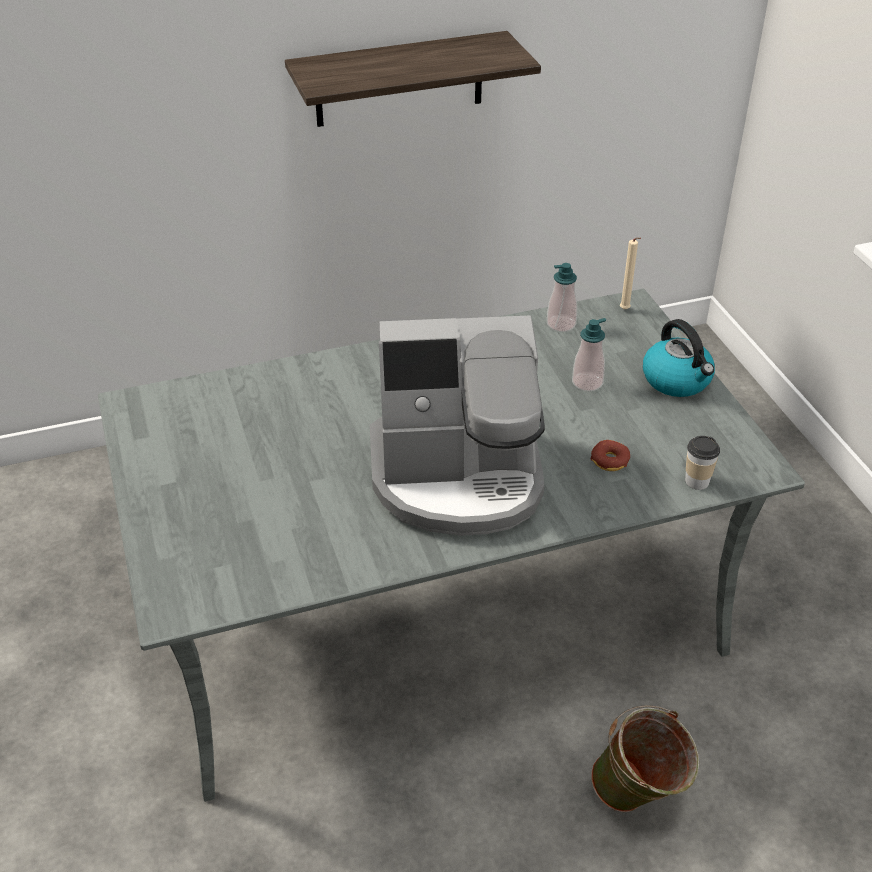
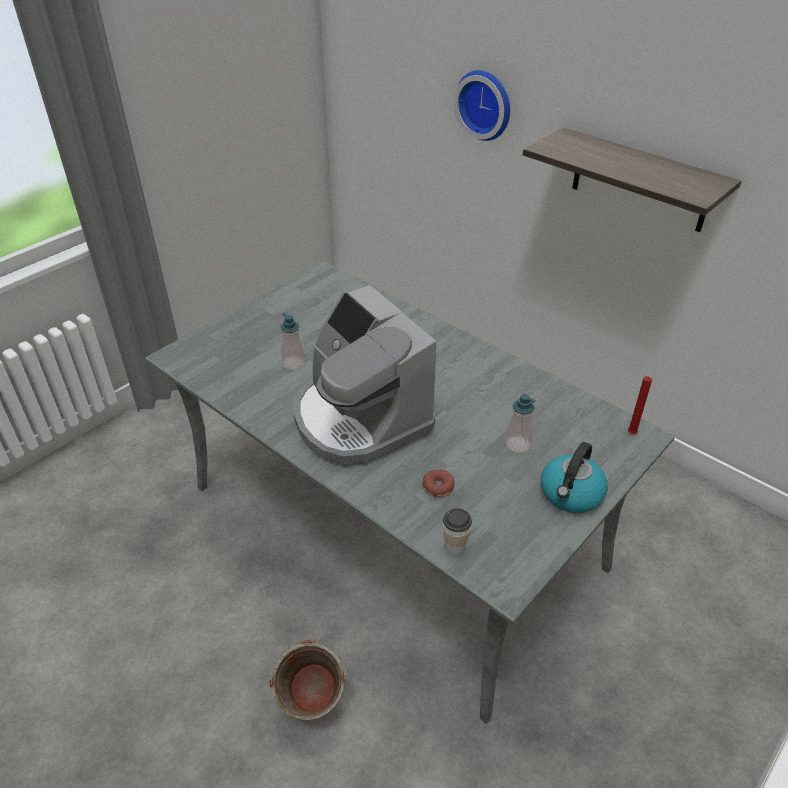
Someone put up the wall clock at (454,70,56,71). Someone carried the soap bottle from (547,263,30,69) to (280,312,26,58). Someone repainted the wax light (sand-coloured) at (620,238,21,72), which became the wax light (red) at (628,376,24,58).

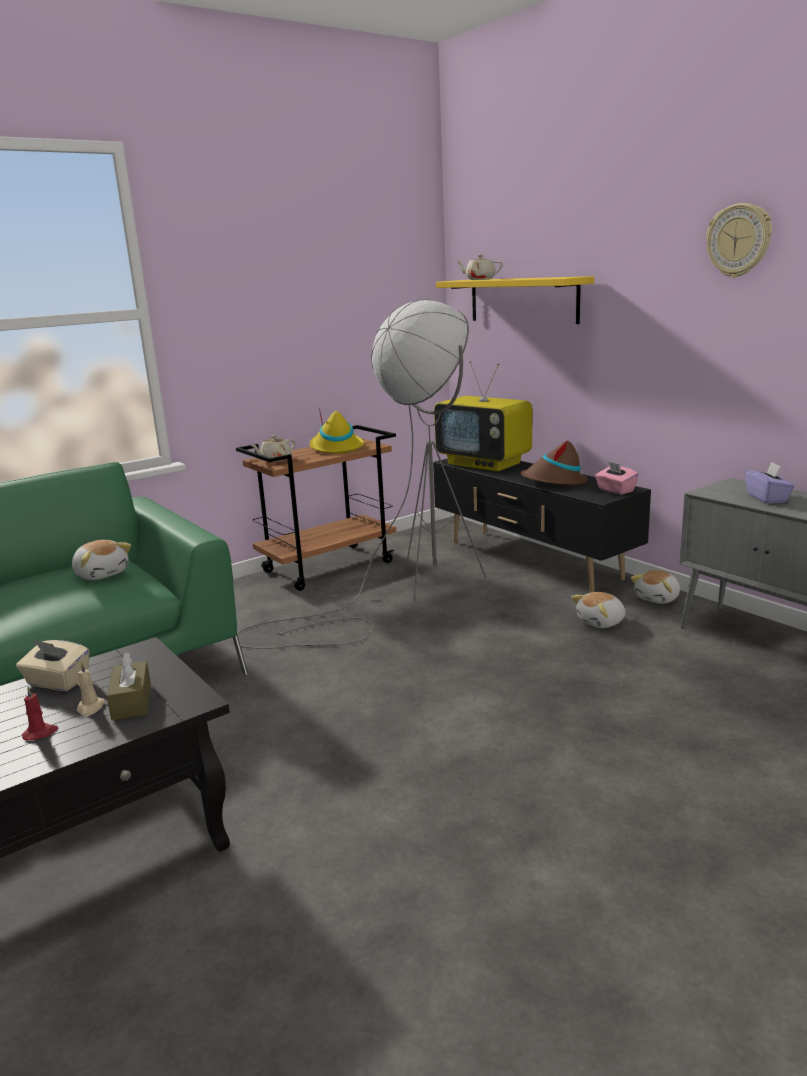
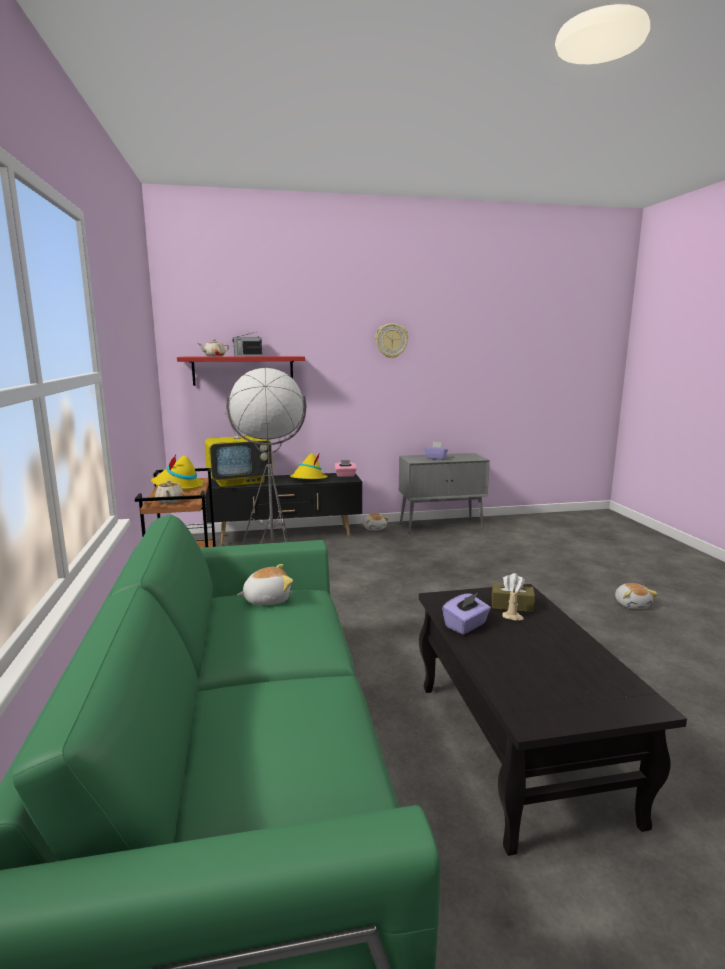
Someone took away the wax light (red) at (22,686,36,55). Someone put down the radio at (232,332,30,24). Someone carried the soft toy from (572,592,54,36) to (615,583,43,26). Someone repainted the box of tissues (sand-coloured) at (16,640,73,51), which became the box of tissues (purple-coloured) at (442,593,49,42). Someone repainted the shelf (yellow-coloured) at (436,276,158,48), which became the shelf (red) at (177,356,128,30). Someone repainted the wearable hat (brown) at (521,439,67,46), which became the wearable hat (yellow-coloured) at (290,452,38,27).

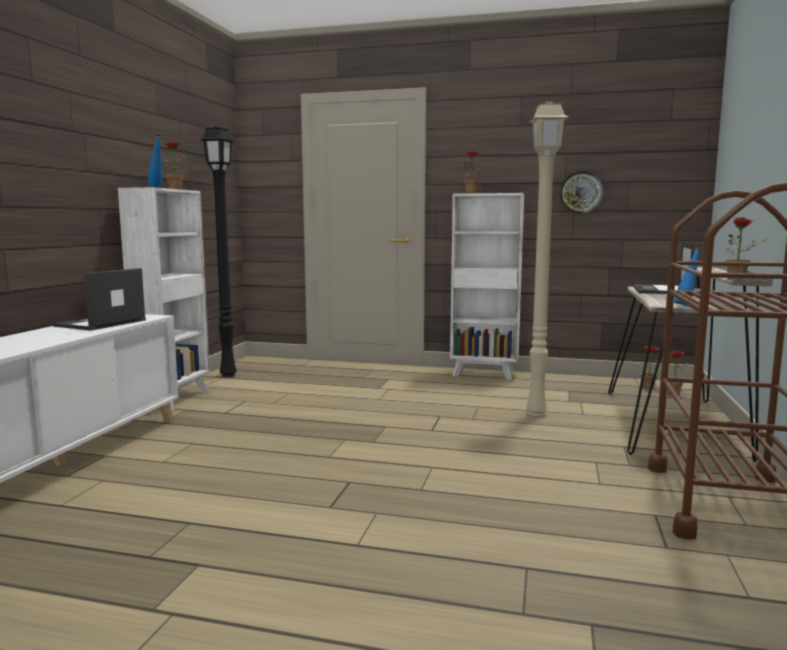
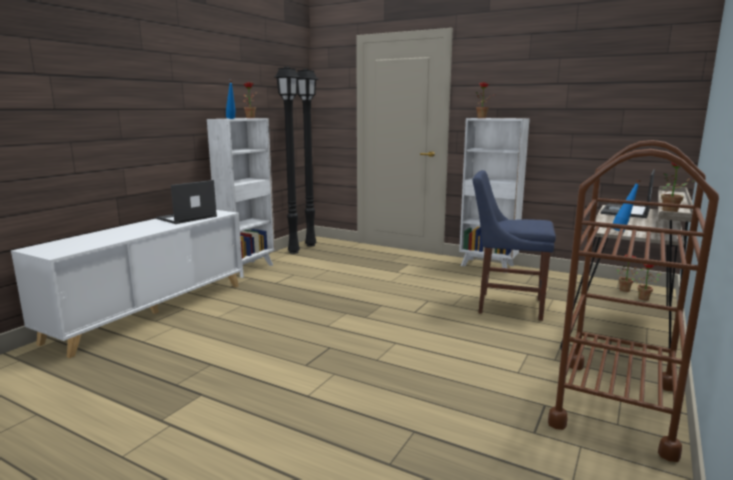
Someone took away the wall clock at (559,171,44,43). Someone put down the floor lamp (black-coloured) at (297,69,21,178). Someone swapped the floor lamp (sand-coloured) at (526,102,42,314) for the upright chair (bluish) at (473,170,83,151).

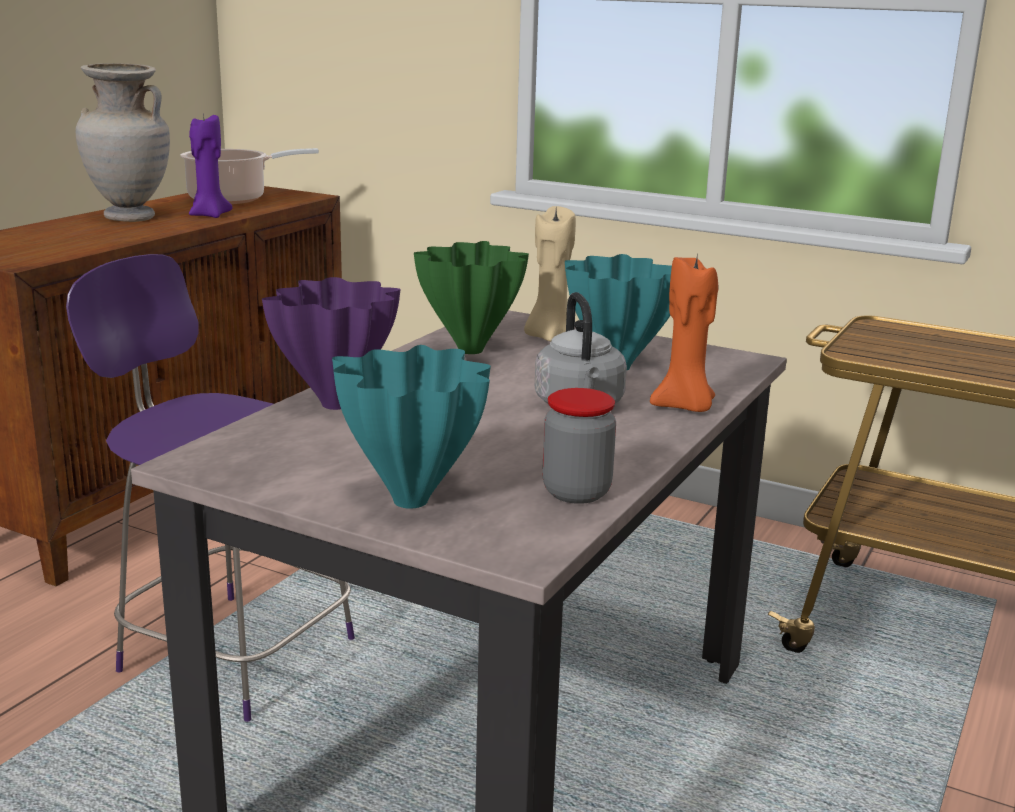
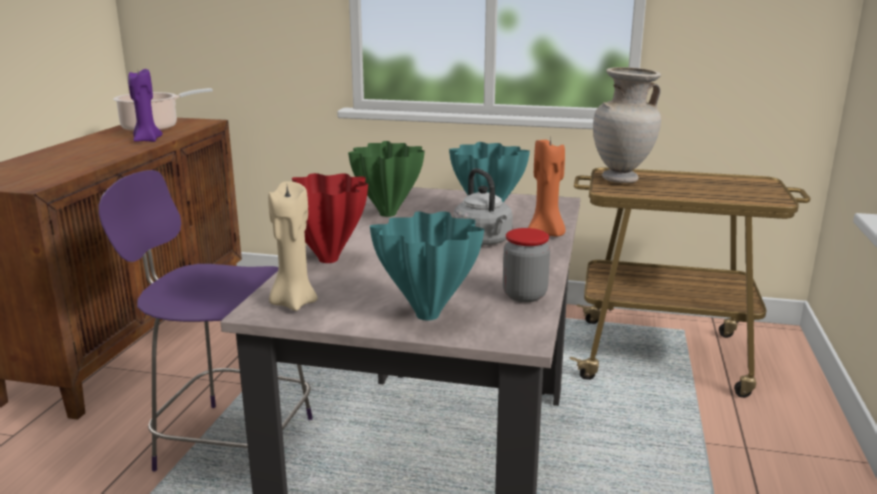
Someone carried the vase (sand-coloured) from (75,63,95,159) to (593,67,68,116). Someone carried the wax light (sand-coloured) from (524,206,52,136) to (268,181,50,130). Someone repainted the vase (purple-coloured) at (262,277,139,133), which became the vase (red) at (292,173,76,90).

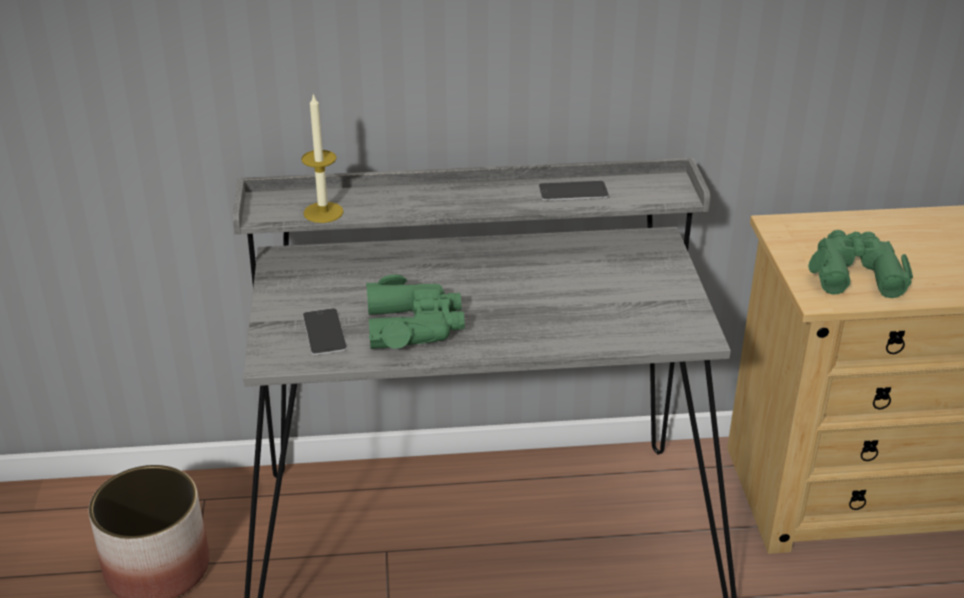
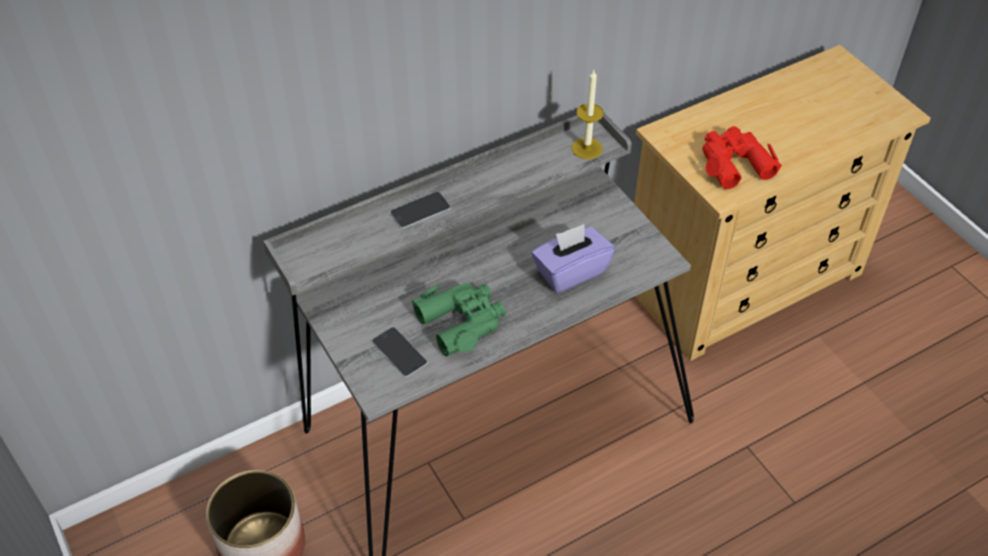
Someone put down the box of tissues (purple-coloured) at (531,224,84,69). Someone carried the wax light from (301,93,43,130) to (572,70,32,89). Someone carried the phone from (538,181,71,20) to (390,192,61,36). Someone repainted the binoculars (green) at (808,230,105,68), which became the binoculars (red) at (702,126,80,63).

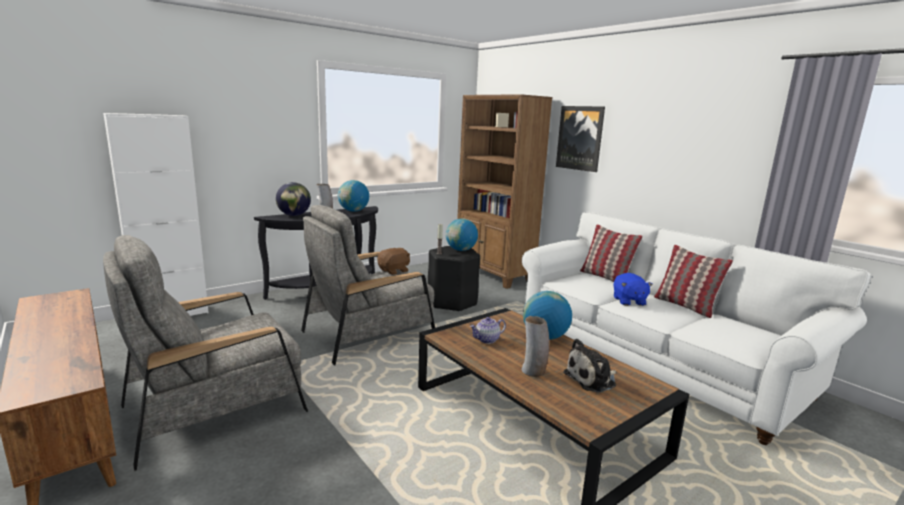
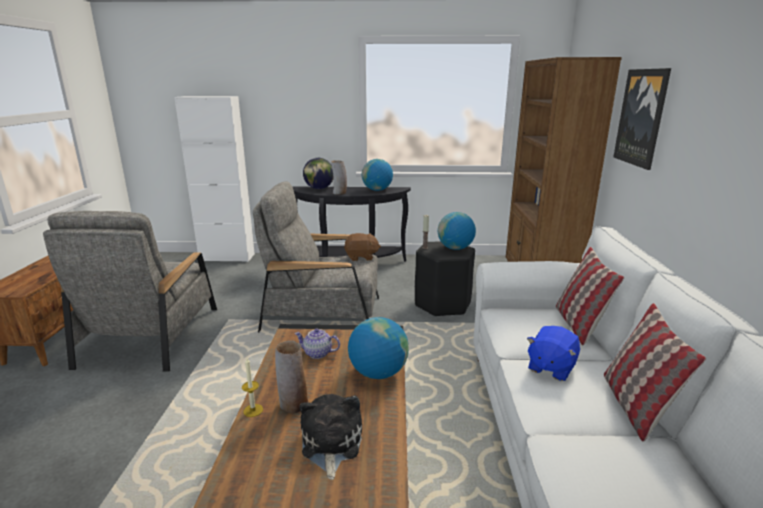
Someone put down the wax light at (242,358,21,59). Someone rotated the easy chair (greyish) at (103,235,205,236) by 90 degrees counterclockwise. Someone rotated the soft toy at (563,339,54,54) by 75 degrees clockwise.

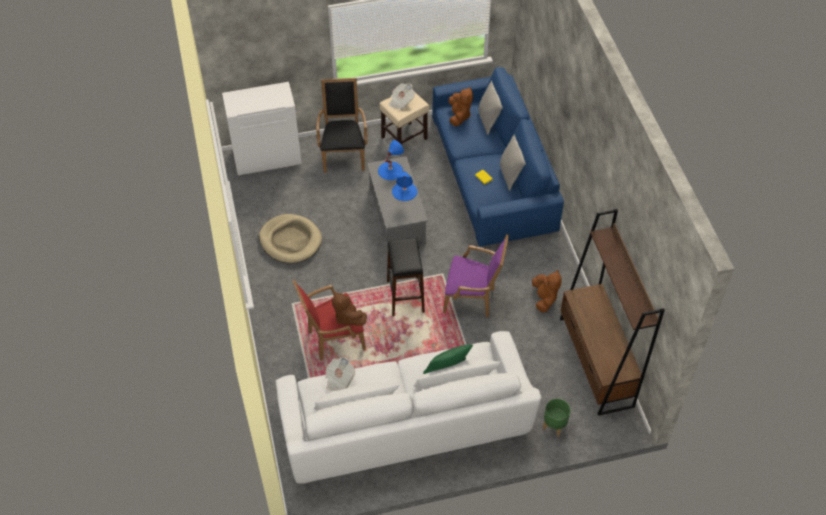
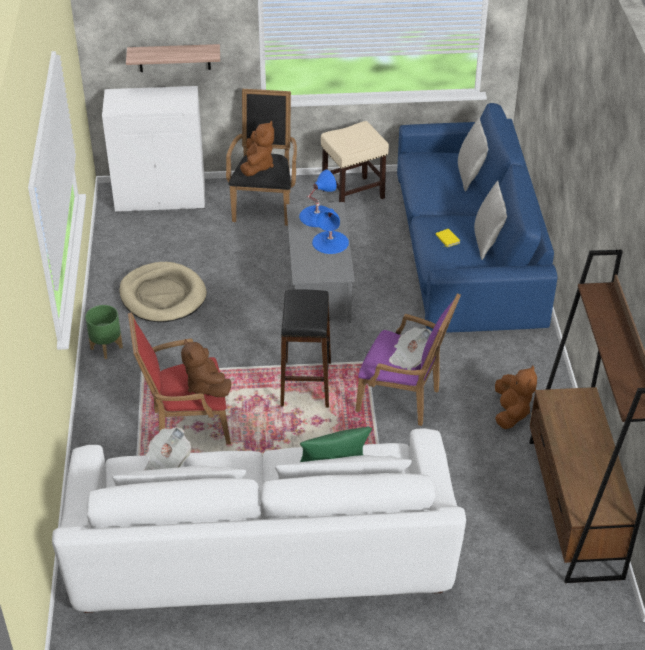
Someone put up the shelf at (126,44,94,28). Someone carried the daily paper from (388,83,27,27) to (389,327,43,43). Someone carried the soft toy (brown) from (449,87,24,39) to (240,120,34,57). Someone carried the planter (green) from (543,399,27,38) to (85,305,38,54).

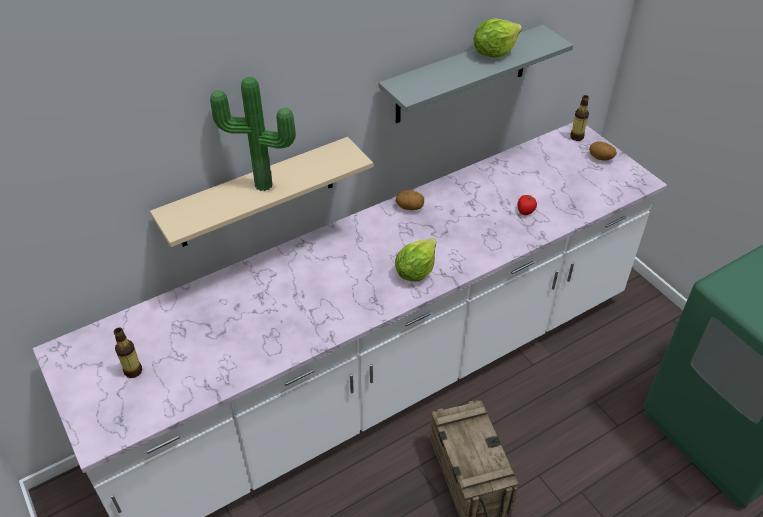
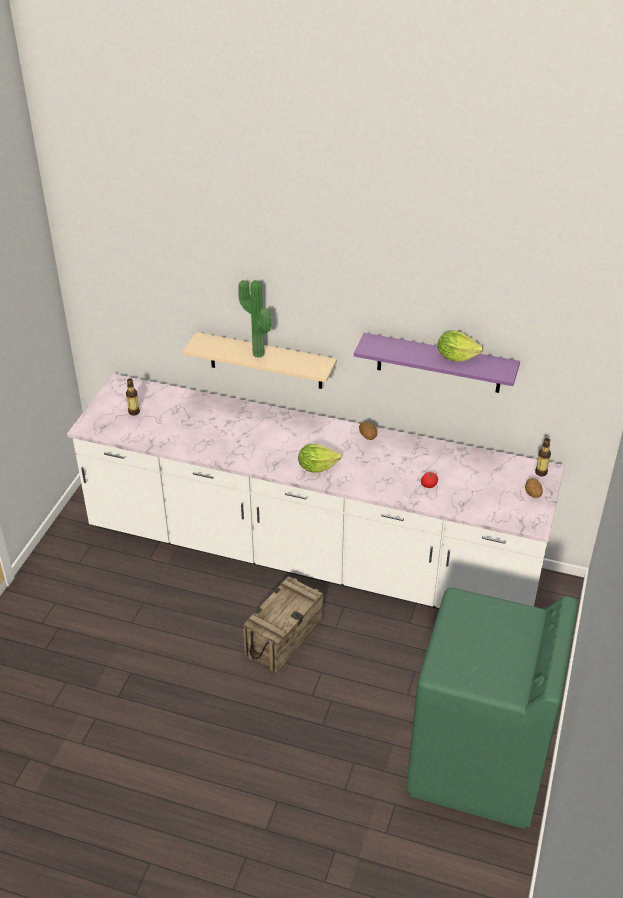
Someone repainted the shelf (greyish) at (378,25,195,98), which became the shelf (purple-coloured) at (354,333,166,60).

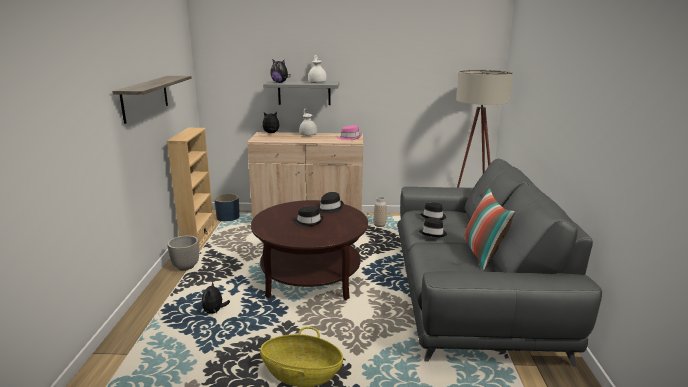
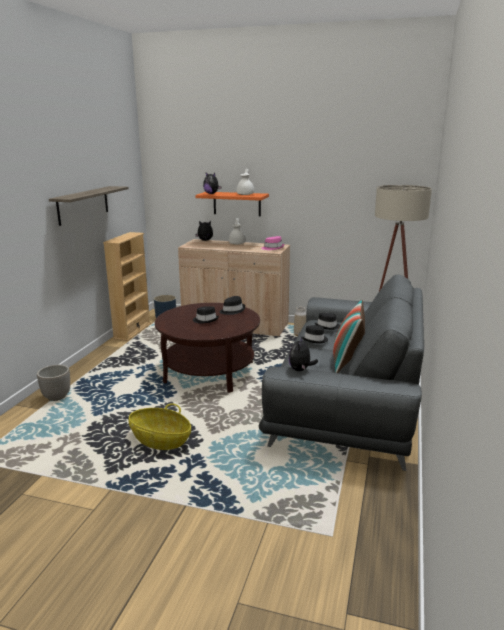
Someone carried the planter from (167,235,32,36) to (37,365,33,36). Someone carried the soft toy from (202,282,28,32) to (289,337,29,34). Someone repainted the shelf (greyish) at (263,80,76,25), which became the shelf (orange) at (195,192,74,24).

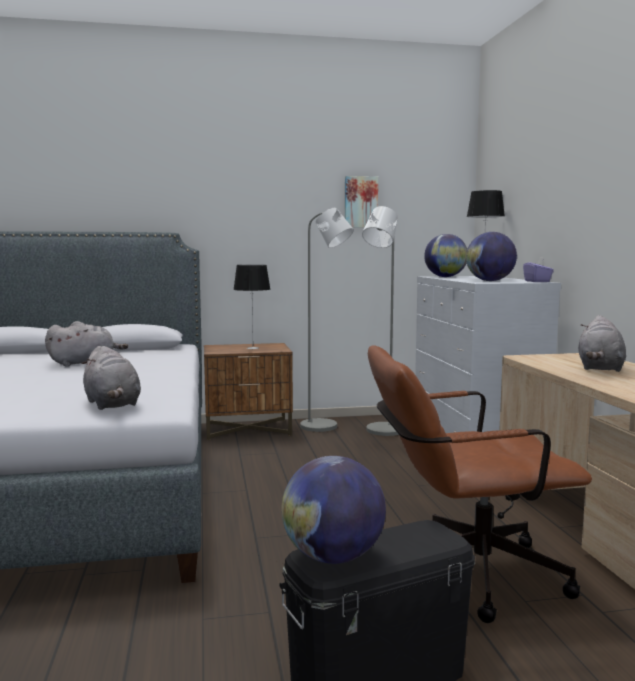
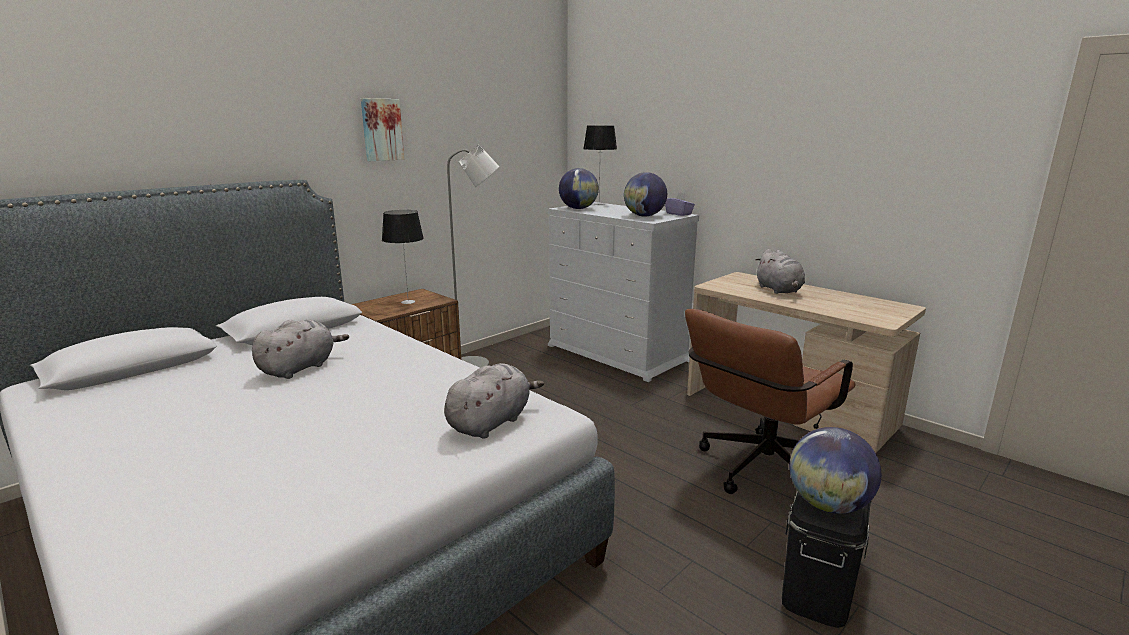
Someone took away the floor lamp (greyish) at (362,206,37,230). Someone carried the wall picture from (345,176,33,52) to (361,98,43,63). Someone rotated the soft toy (greyish) at (82,346,59,64) by 75 degrees counterclockwise.

